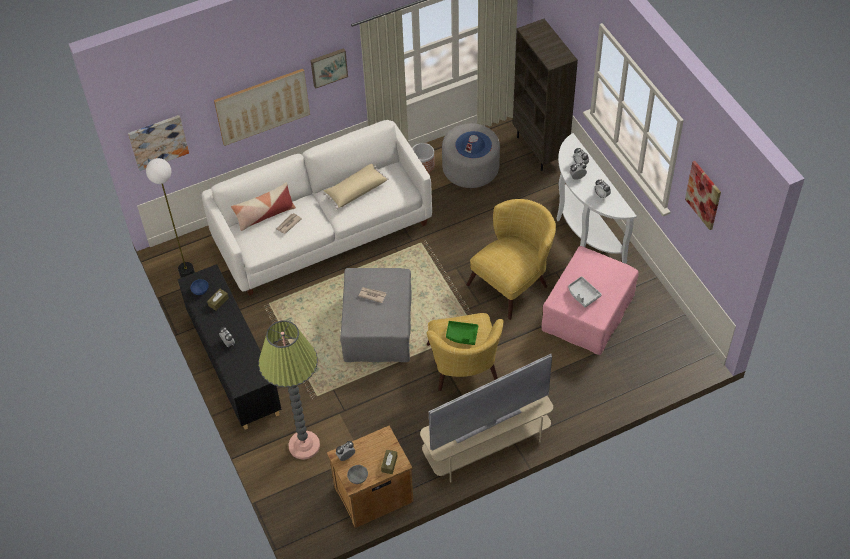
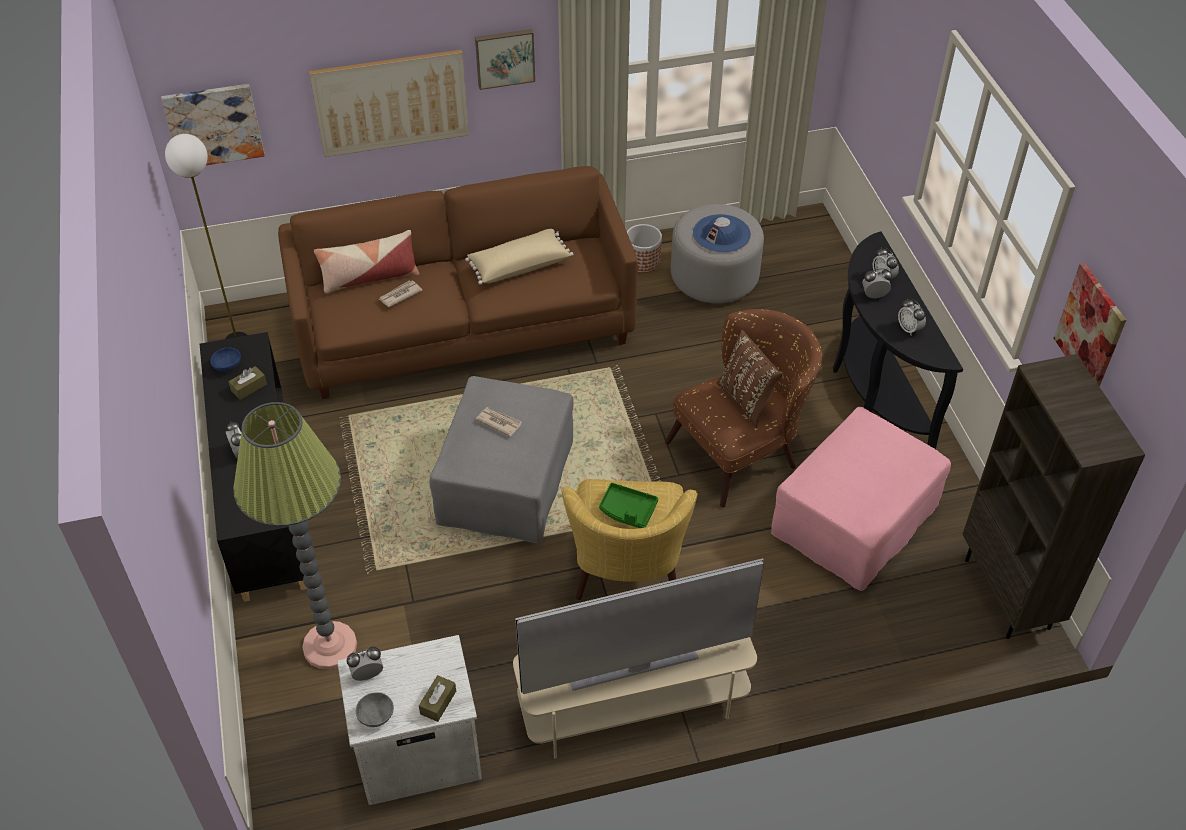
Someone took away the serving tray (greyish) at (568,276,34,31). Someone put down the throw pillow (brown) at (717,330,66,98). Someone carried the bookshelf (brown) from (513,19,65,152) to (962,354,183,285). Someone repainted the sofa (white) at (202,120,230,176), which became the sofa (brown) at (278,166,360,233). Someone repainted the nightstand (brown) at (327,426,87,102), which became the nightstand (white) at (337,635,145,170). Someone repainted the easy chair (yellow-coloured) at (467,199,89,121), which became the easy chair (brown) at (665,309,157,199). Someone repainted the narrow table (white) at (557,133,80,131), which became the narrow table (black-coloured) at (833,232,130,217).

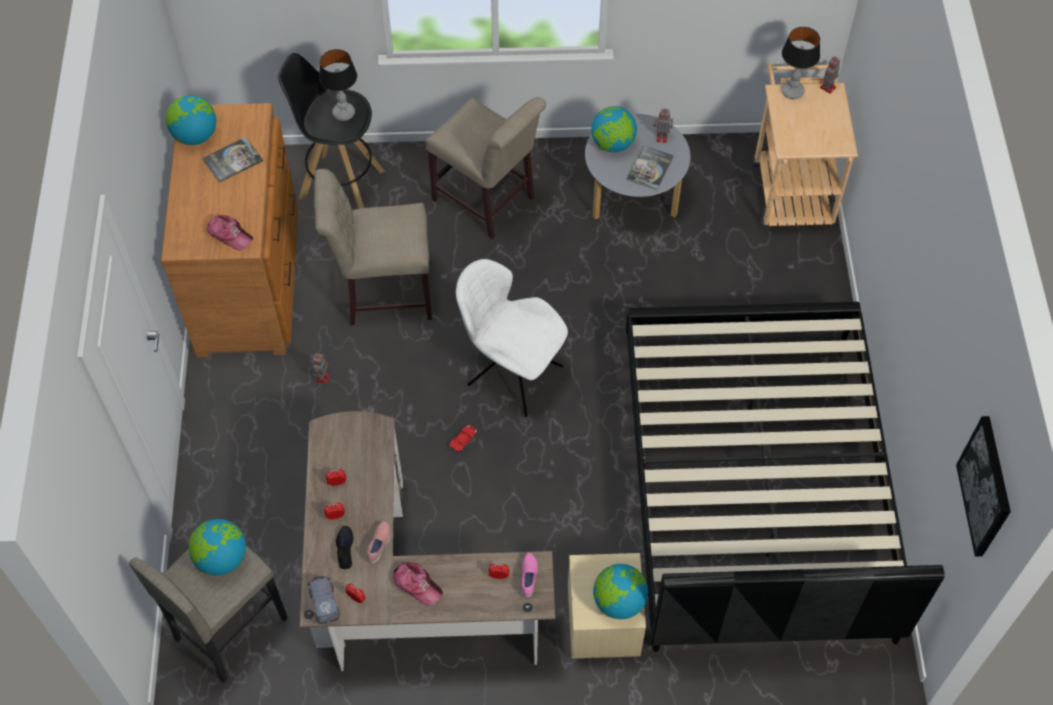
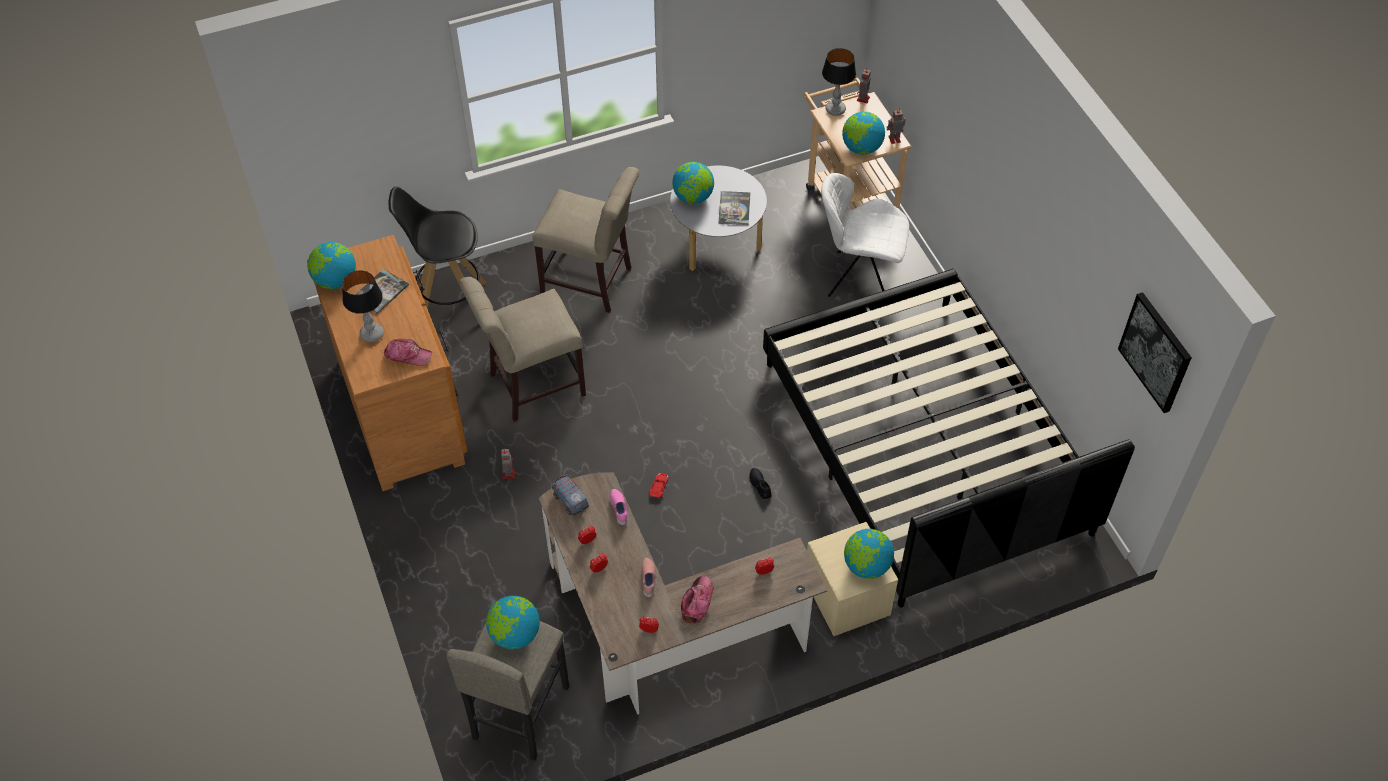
Someone put down the desk globe at (842,112,43,43). Someone carried the model truck from (307,576,33,49) to (552,474,37,41). Someone carried the lamp for a table from (319,49,38,72) to (342,270,42,72). Someone carried the low shoe (black-coloured) from (336,526,17,43) to (749,468,23,31). Someone carried the upright chair (white) from (456,259,112,158) to (821,173,88,124). Someone carried the low shoe (pinkish) from (521,553,17,45) to (610,489,17,36). Someone carried the model robot from (653,108,20,35) to (887,108,18,36). Someone rotated the cap at (393,562,50,44) by 90 degrees counterclockwise.

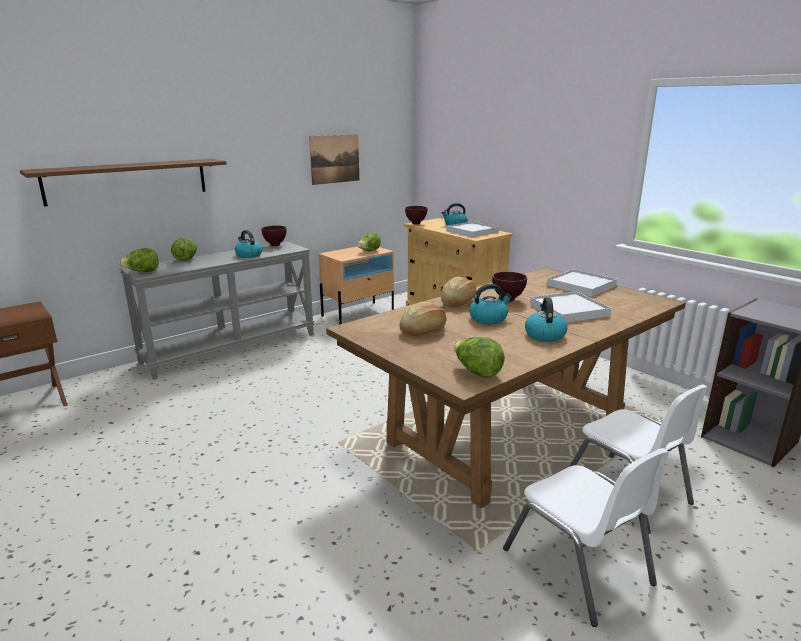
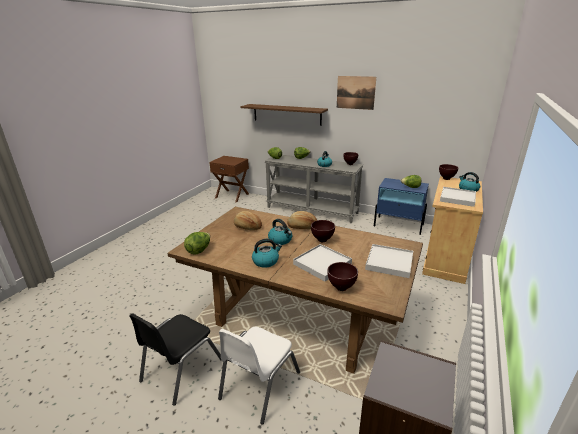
Someone put down the serving bowl (brown) at (327,262,31,29). Someone carried the wall picture from (309,134,50,51) to (337,76,39,34). Someone repainted the nightstand (sand-coloured) at (319,246,75,79), which became the nightstand (bluish) at (374,178,55,57). Someone repainted the upright chair (white) at (503,448,166,179), which became the upright chair (black-coloured) at (129,313,93,93).

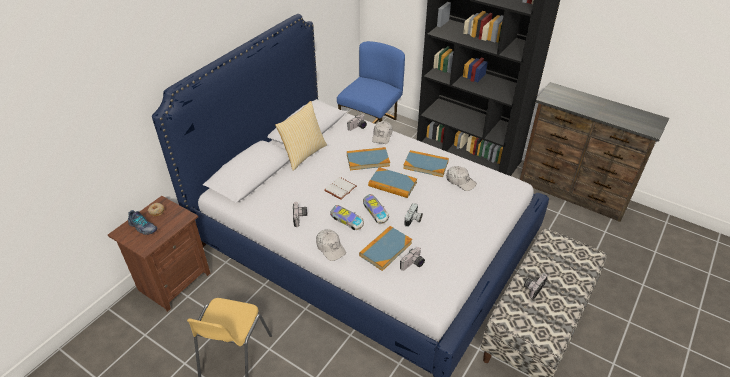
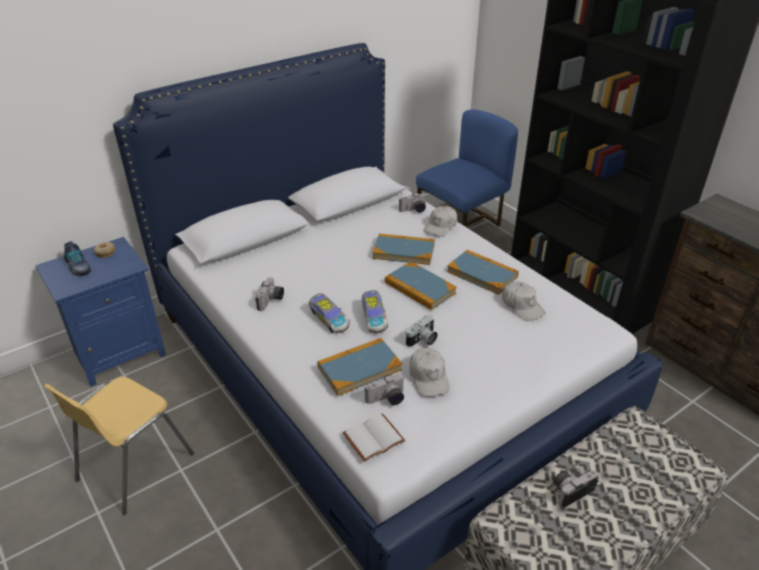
Someone took away the throw pillow at (275,101,52,70). Someone carried the cap (white) from (316,229,30,32) to (409,348,41,49). Someone carried the book (white) from (324,177,33,22) to (343,414,62,48). Someone repainted the nightstand (brown) at (108,196,102,116), which became the nightstand (bluish) at (35,237,131,150).

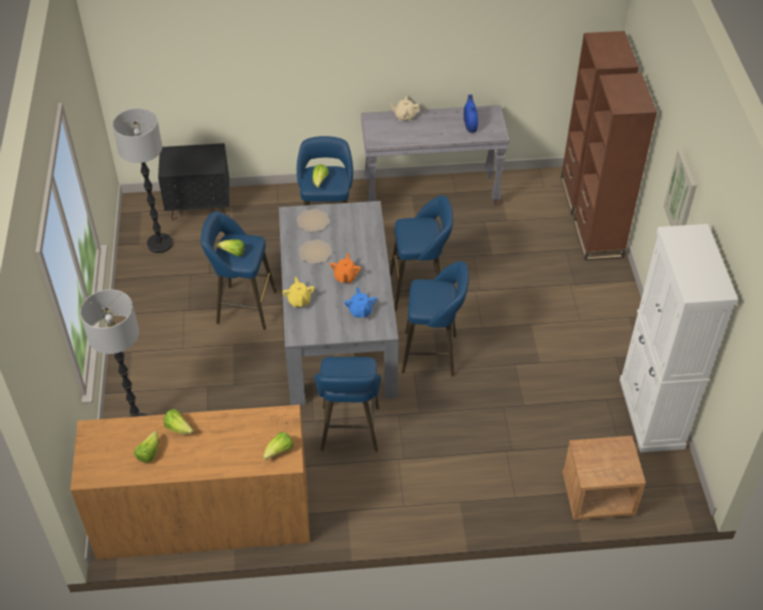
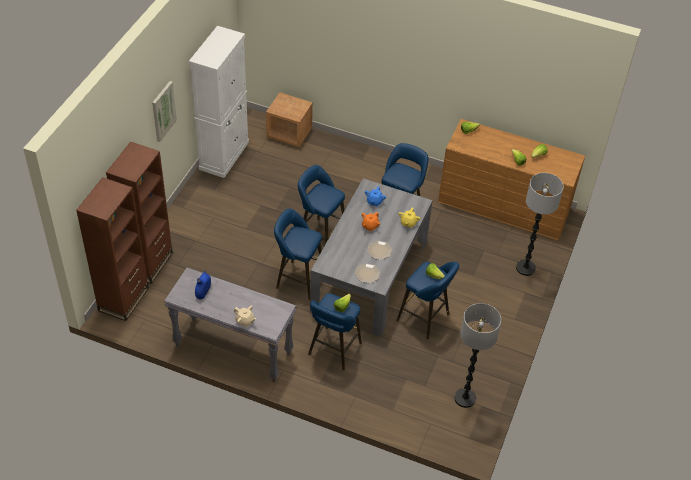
Someone took away the nightstand (black-coloured) at (158,143,71,77).

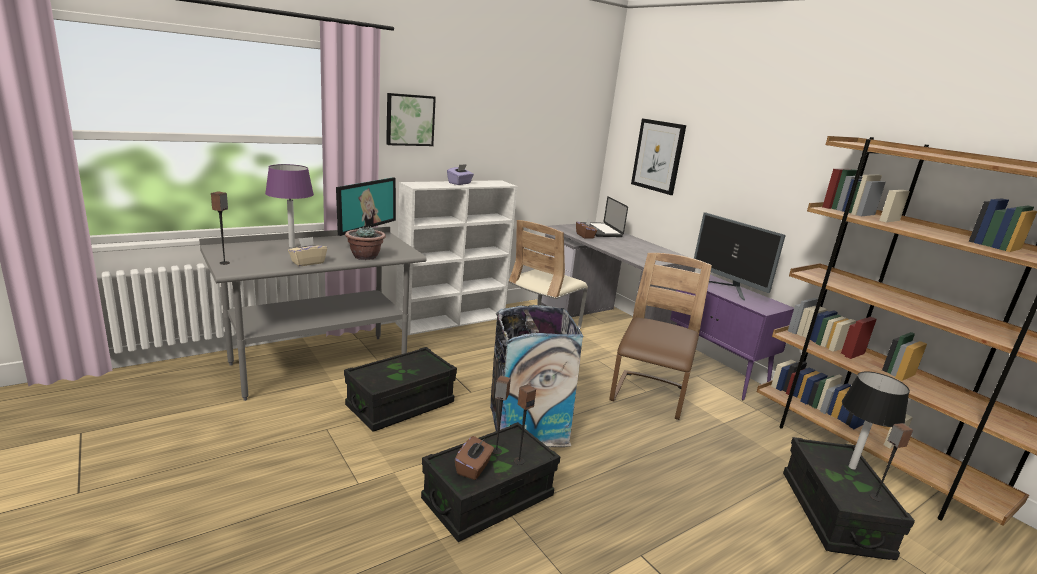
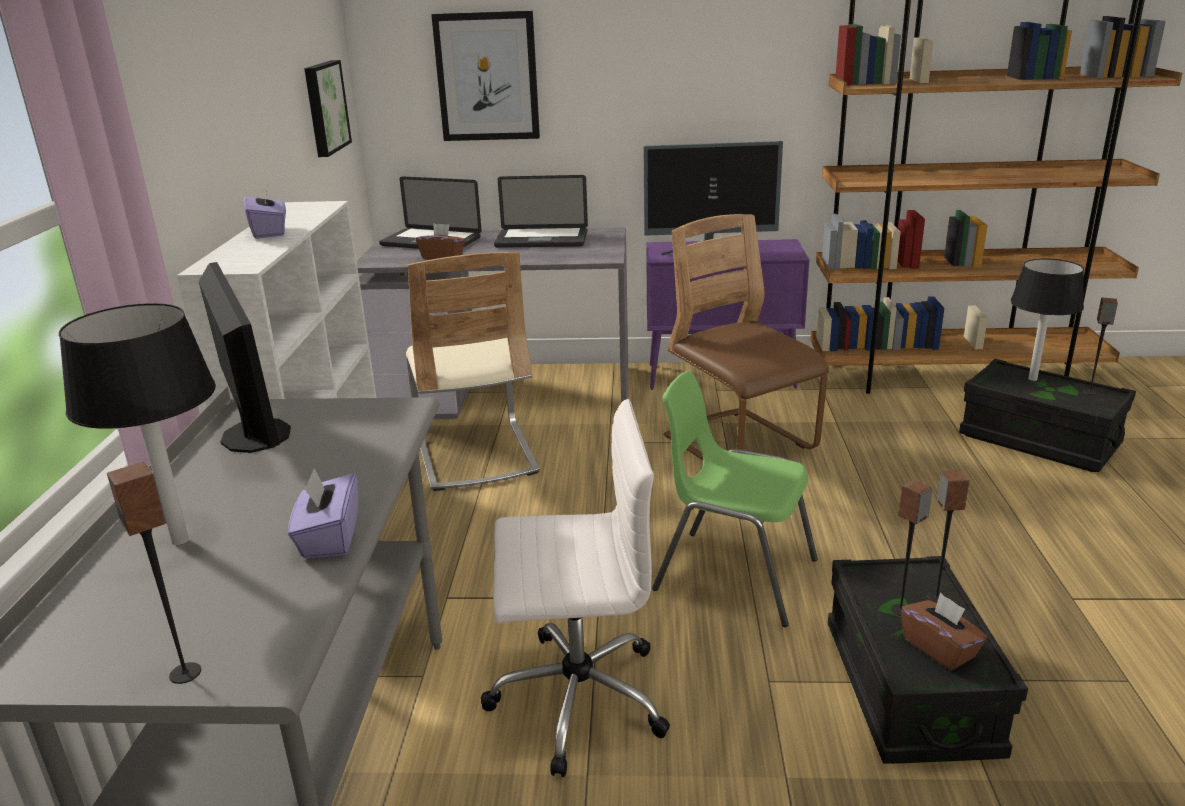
Someone took away the potted plant at (345,226,41,34). Someone put down the laptop at (494,175,94,73). Someone carried the wall picture from (386,93,50,53) to (304,60,48,97). Someone swapped the storage bin (black-coloured) at (344,347,113,84) for the computer chair (white) at (481,399,189,378). Someone swapped the rubbish bin at (490,305,94,143) for the upright chair (green) at (652,371,166,256). Someone repainted the lamp for a table (purple-coloured) at (265,164,49,84), which became the lamp for a table (black-coloured) at (59,303,157,242). Someone repainted the box of tissues (sand-coloured) at (288,237,39,29), which became the box of tissues (purple-coloured) at (288,469,70,89).

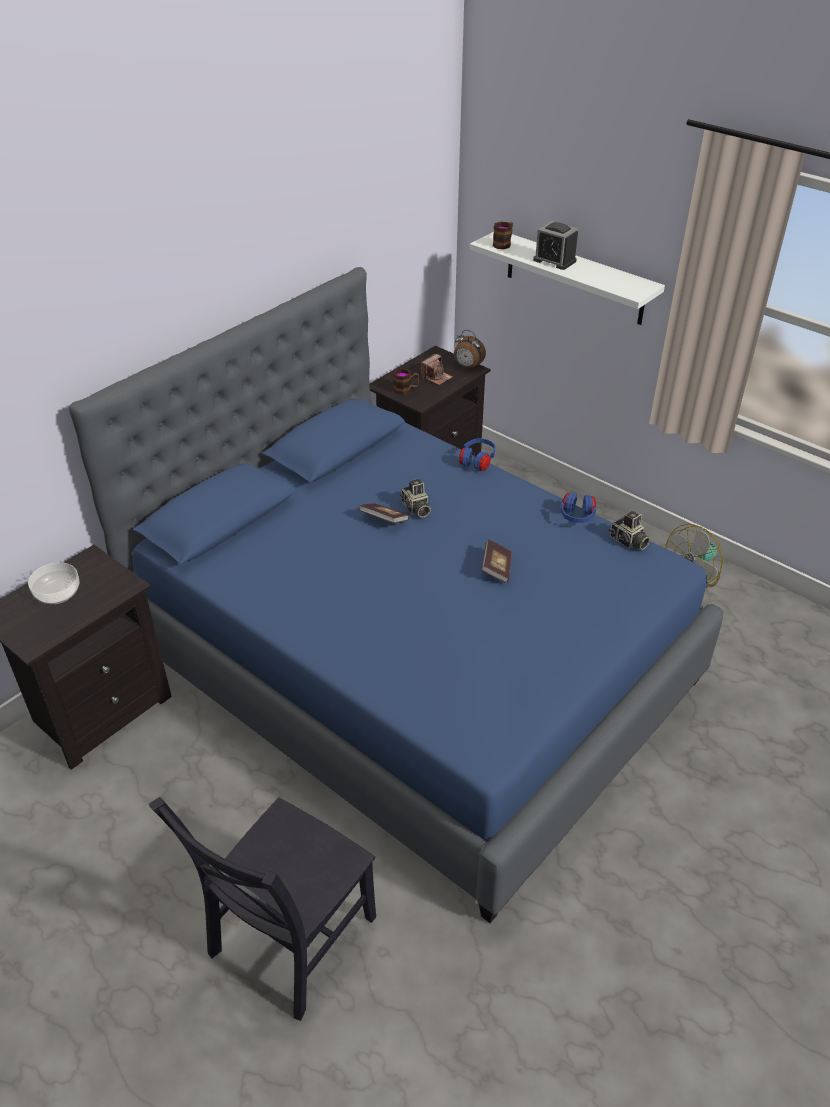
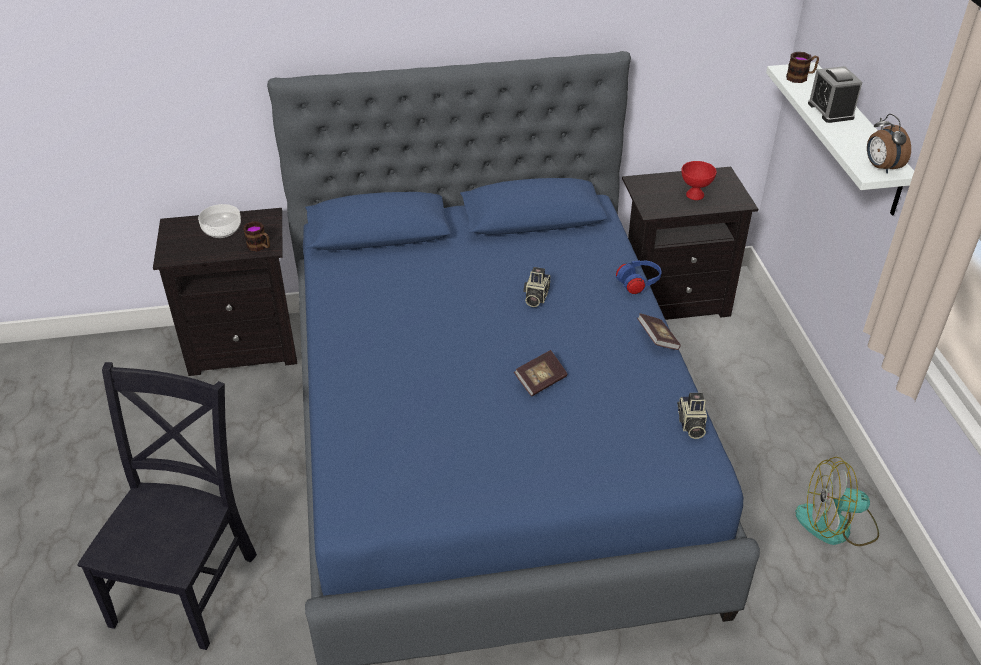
Someone took away the pair of headphones (bluish) at (560,492,36,31). Someone carried the book from (359,503,50,20) to (637,313,44,37). Someone carried the coffee mug from (393,368,26,27) to (243,221,27,30). Someone carried the alarm clock from (454,330,32,40) to (867,114,44,60). Someone swapped the still camera at (421,354,32,31) for the serving bowl (red) at (681,161,36,39). Someone rotated the upright chair (black-coloured) at (148,797,228,224) by 120 degrees clockwise.

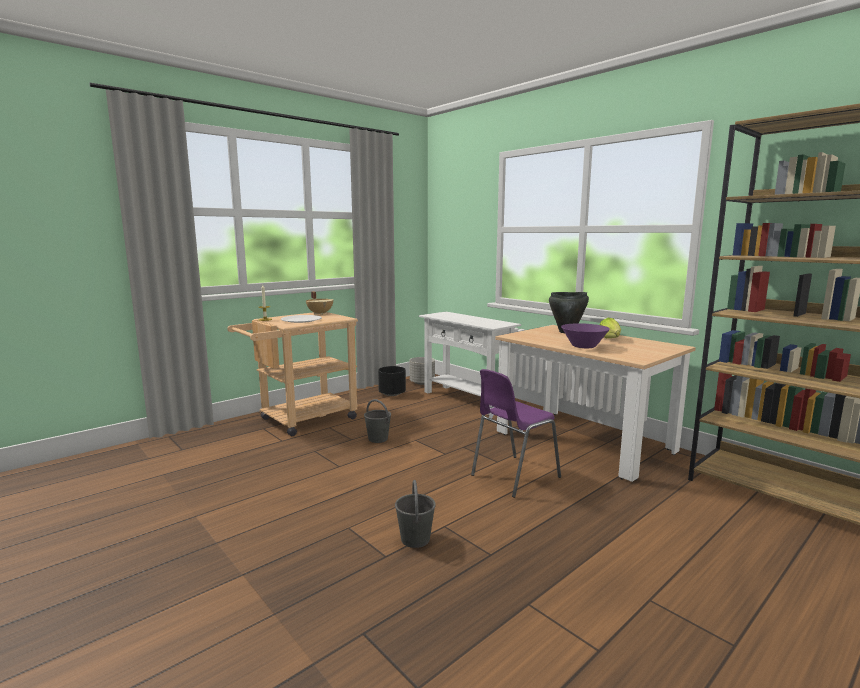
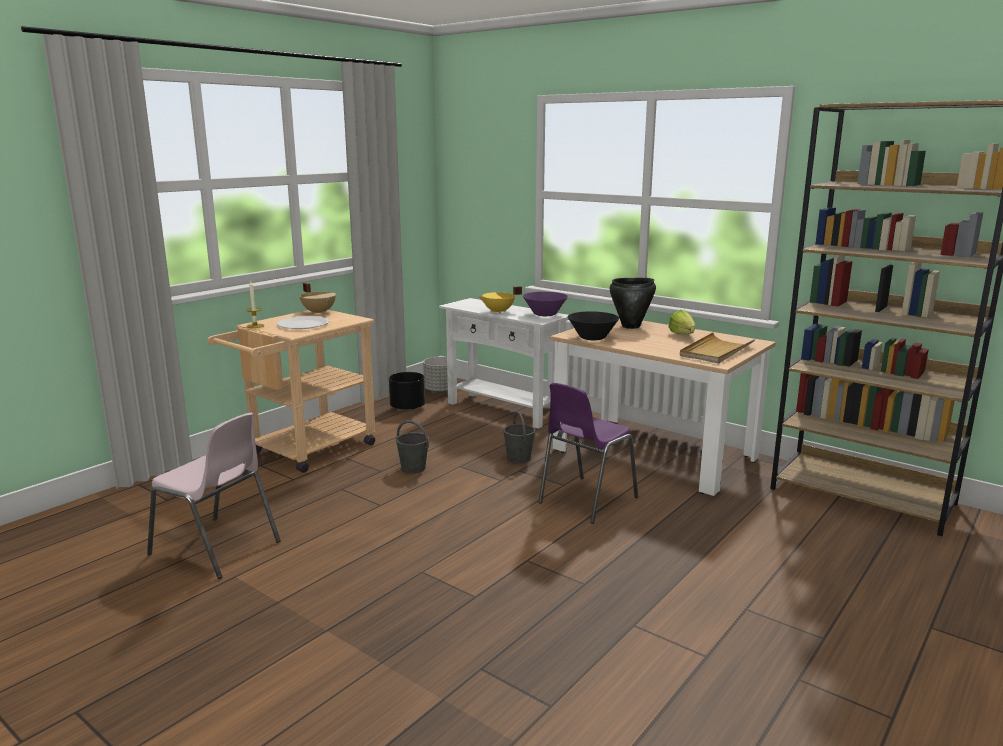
Someone put down the upright chair (pinkish) at (147,413,134,166). Someone put down the saucepot (yellow-coloured) at (478,286,44,27). Someone put down the serving bowl (black-coloured) at (568,311,51,29). Someone put down the serving tray (sand-coloured) at (680,332,75,32). Someone carried the bucket (greyish) from (395,480,41,68) to (503,411,32,52). Someone carried the serving bowl (purple-coloured) from (561,323,49,25) to (523,292,45,24).

